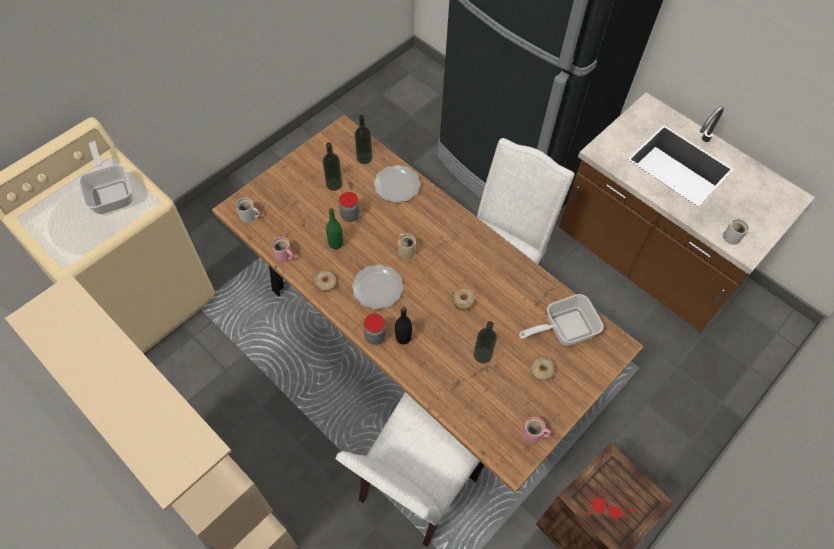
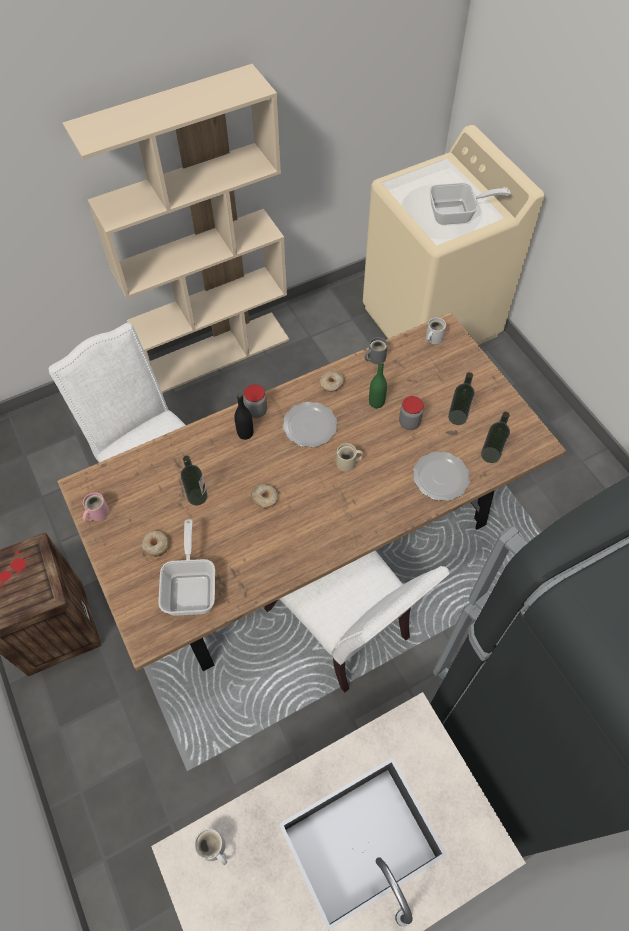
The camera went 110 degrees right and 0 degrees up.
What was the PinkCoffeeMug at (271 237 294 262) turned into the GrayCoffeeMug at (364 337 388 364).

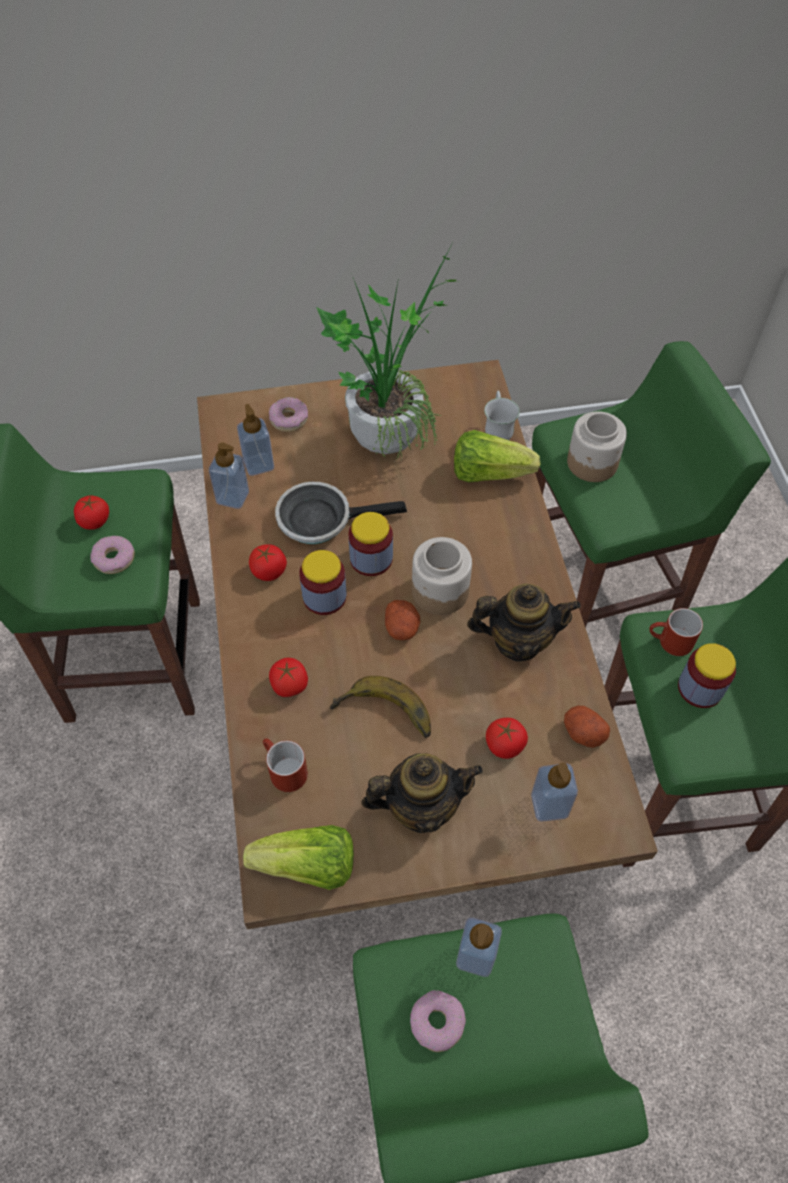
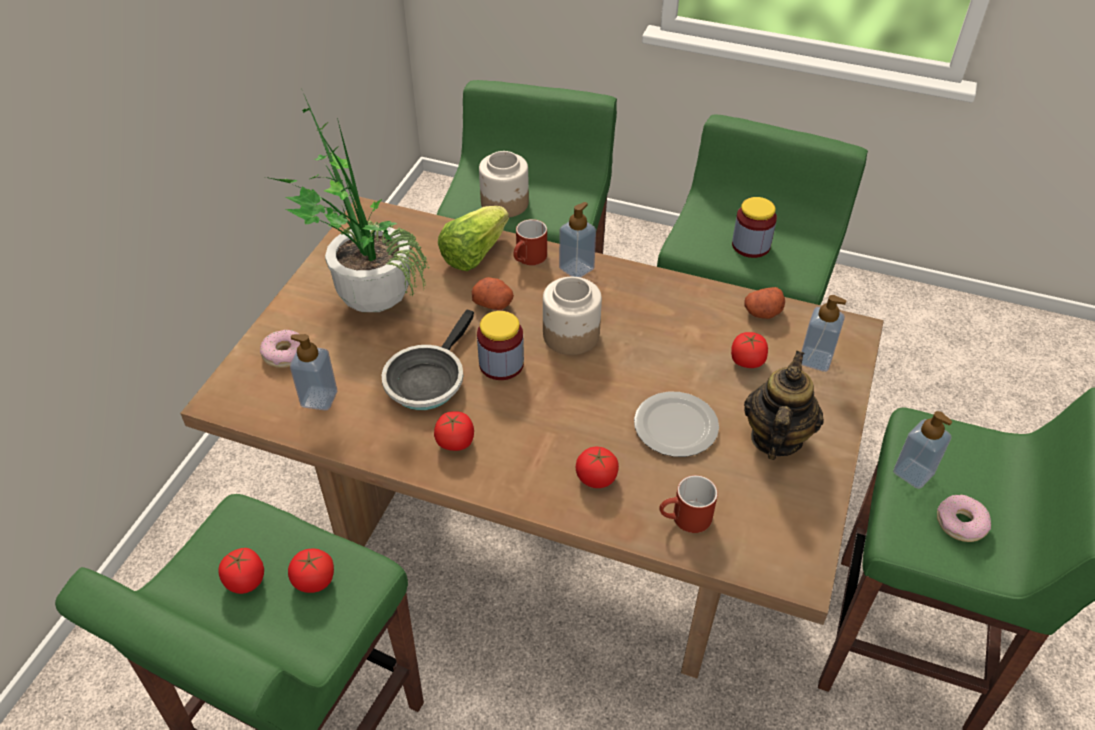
The camera went 60 degrees left and 10 degrees down.
Where the Donut stood at (90 535 135 574), the WholeTomato came to stand at (288 549 334 593).
The LiquidSoapBottle ended up elsewhere, having gone from (209 442 249 509) to (559 202 596 277).
The second view lost the LettuceHead at (243 825 354 890).
The second view lost the StorageJar at (299 550 346 615).
Where the BananaFruit stood at (330 676 431 738), the DinnerPlate came to stand at (634 392 719 457).
The WholePotato ended up elsewhere, having gone from (385 600 420 640) to (472 277 514 310).
The second view lost the Teapot at (467 584 581 661).
The second view lost the WhiteColouredCoffeeMug at (484 390 520 440).
The RedColouredCoffeeMug ended up elsewhere, having gone from (649 608 703 656) to (513 219 547 265).

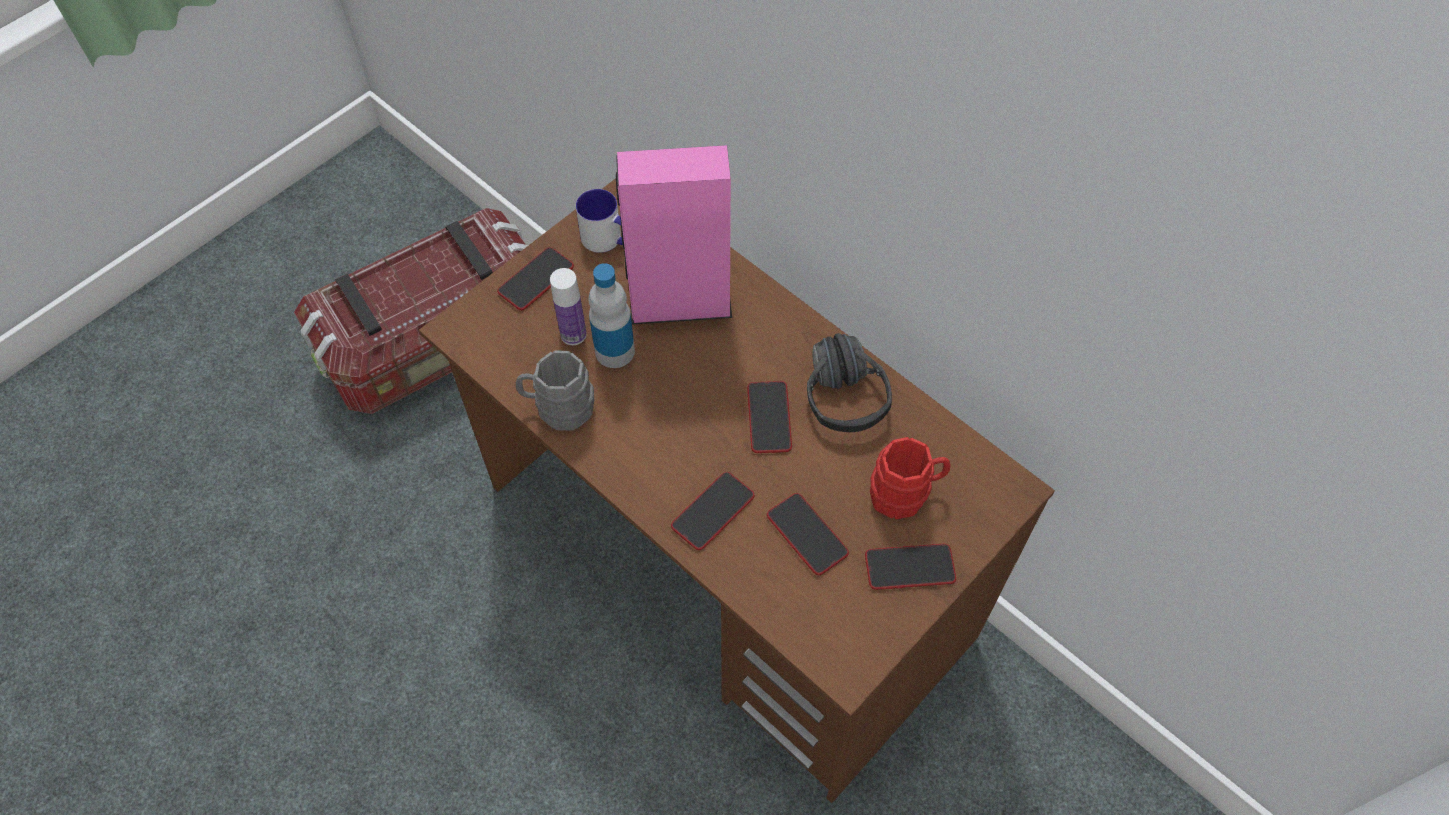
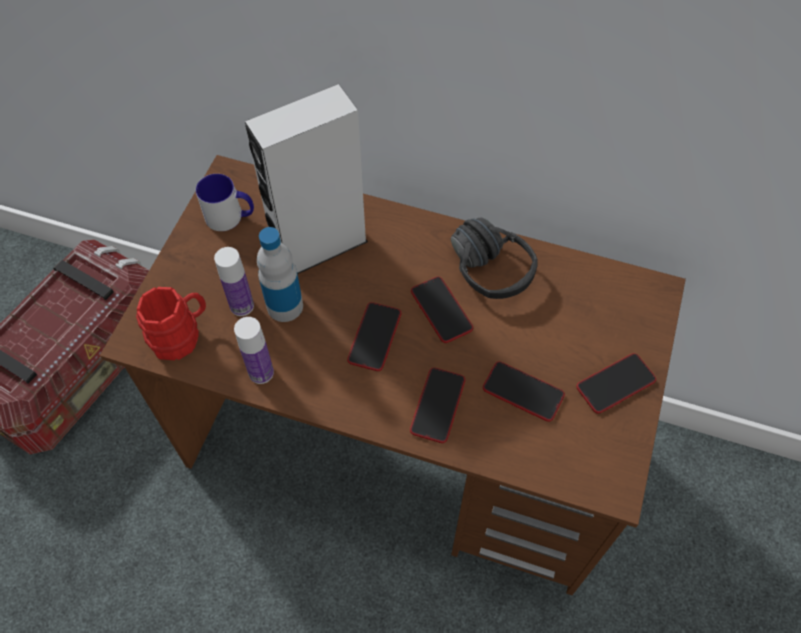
The camera went 25 degrees left and 0 degrees up.
The Handset ended up elsewhere, having gone from (497 247 574 311) to (347 302 401 371).
Where the GrayCoffeeMug stood at (516 350 594 431), the Bottle came to stand at (234 317 274 384).
What was the PinkAudioSpeaker at (616 145 732 325) turned into the GrayAudioSpeaker at (245 84 368 274).
The RedColouredCoffeeMug ended up elsewhere, having gone from (870 437 951 519) to (136 287 206 360).

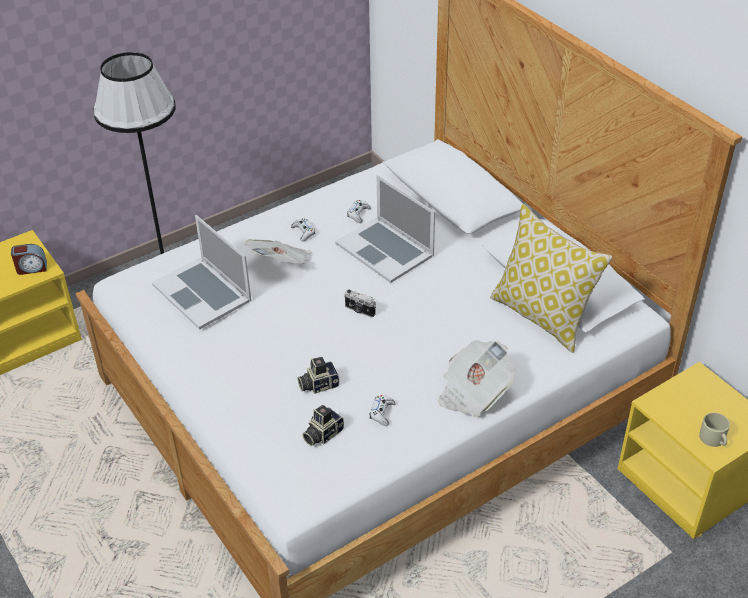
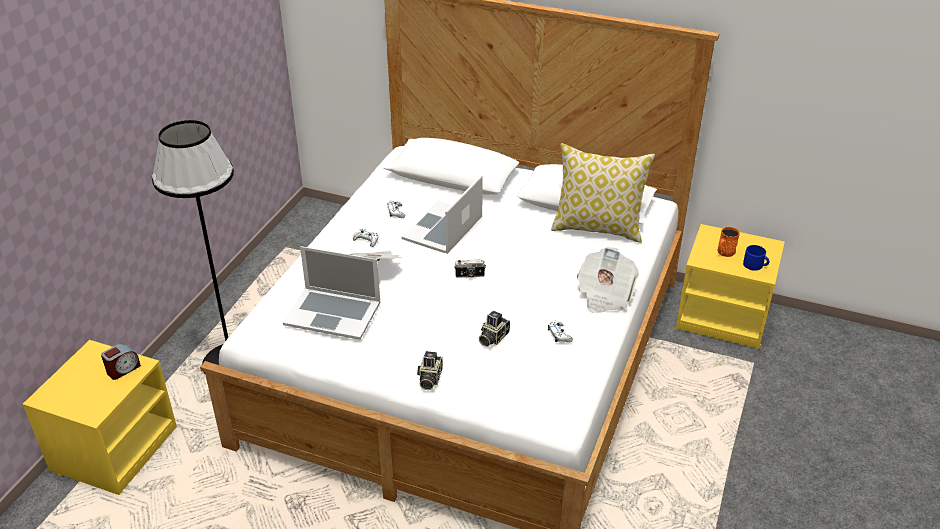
The camera went 35 degrees left and 5 degrees down.
The StillCamera ended up elsewhere, having gone from (303 405 344 446) to (417 351 443 390).
The Laptop at (335 175 435 283) ended up facing another way, 105 degrees clockwise from before.
What was the SandColouredCoffeeMug at (699 413 730 447) turned into the BlueCoffeeMug at (743 245 770 271).
The second view gained the OrangeCoffeeMug at (717 227 740 257).

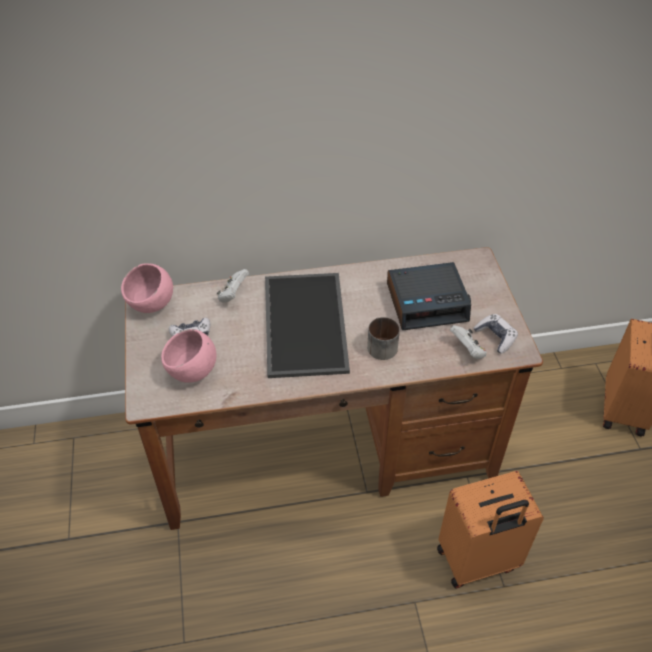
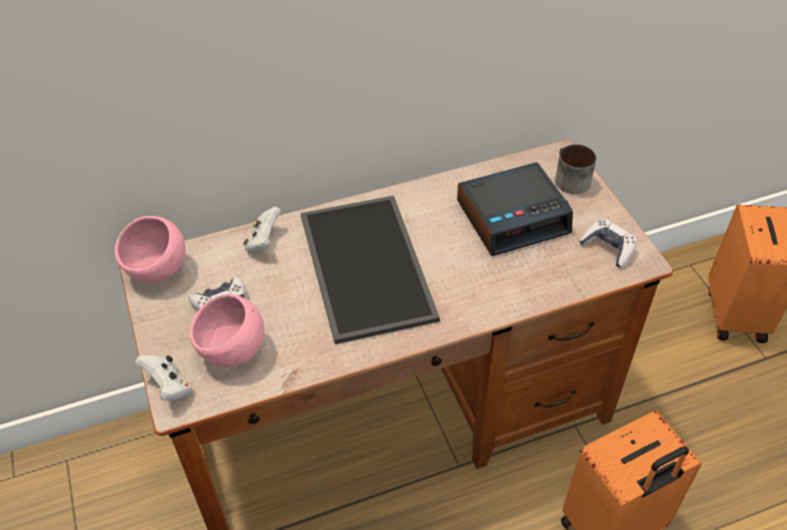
The camera went 10 degrees left and 0 degrees up.
The CoffeeMug ended up elsewhere, having gone from (367 317 400 360) to (555 144 596 194).
The WhiteColouredJoypad ended up elsewhere, having gone from (450 325 487 359) to (135 355 192 400).

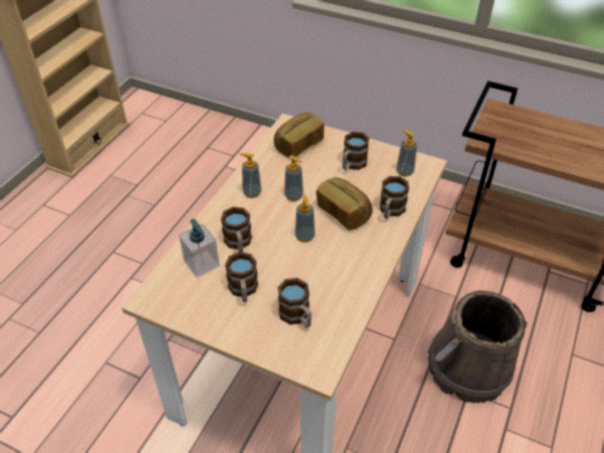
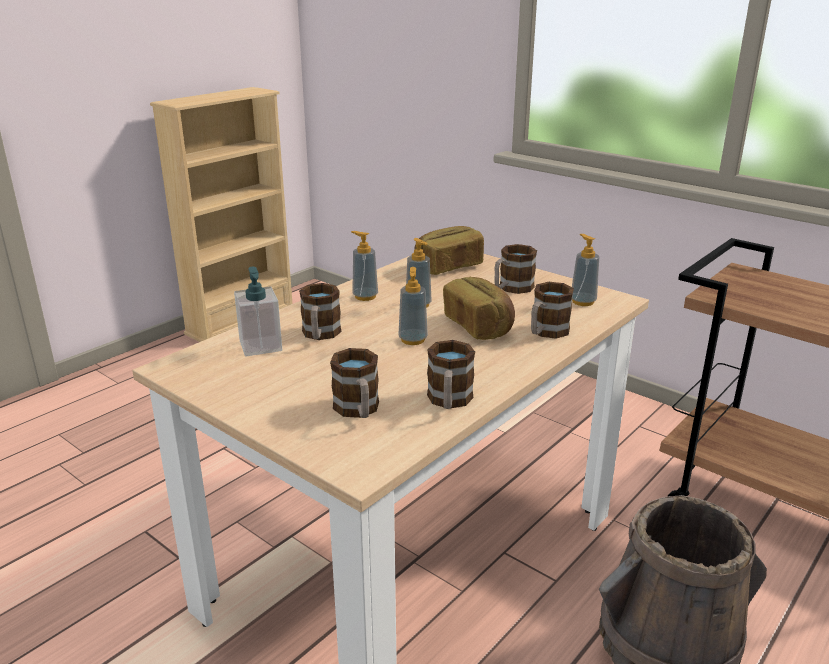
The camera went 15 degrees right and 20 degrees down.
The CoffeeMug ended up elsewhere, having gone from (225 252 258 302) to (427 340 475 409).

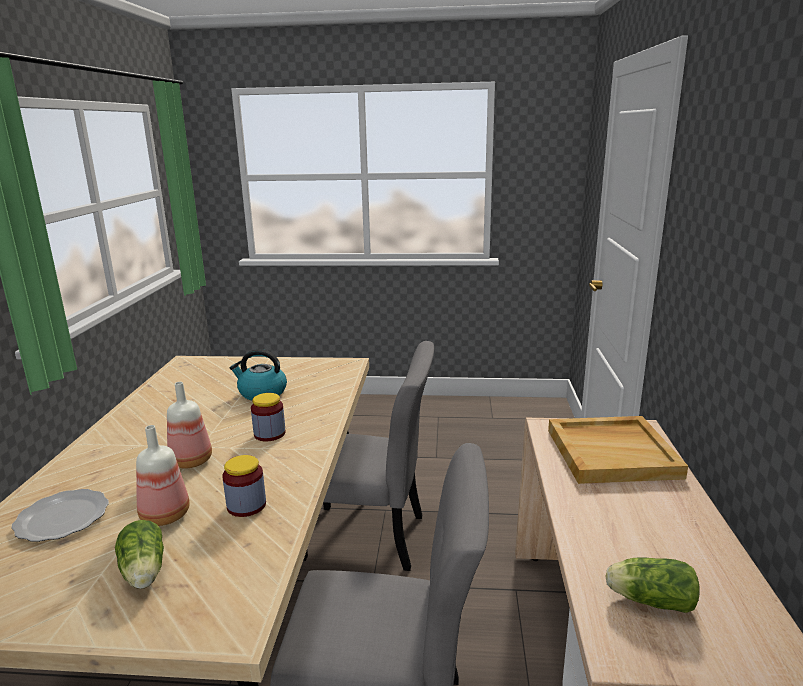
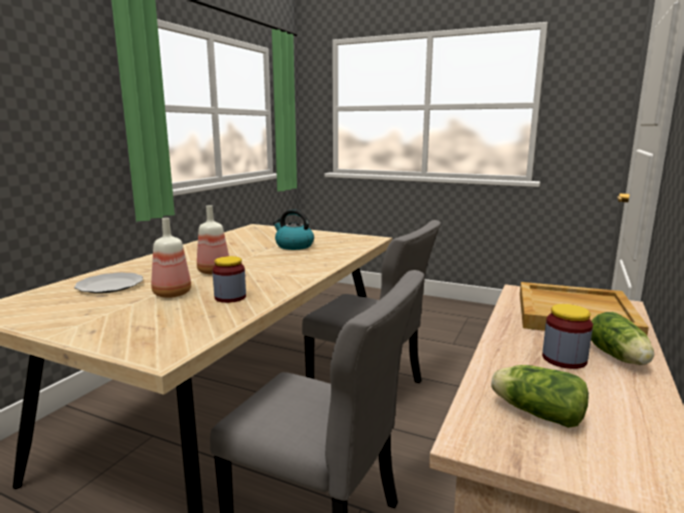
The camera went 20 degrees right and 5 degrees down.
The LettuceHead ended up elsewhere, having gone from (115 520 164 589) to (591 312 654 365).
The StorageJar ended up elsewhere, having gone from (251 393 286 441) to (542 304 593 369).

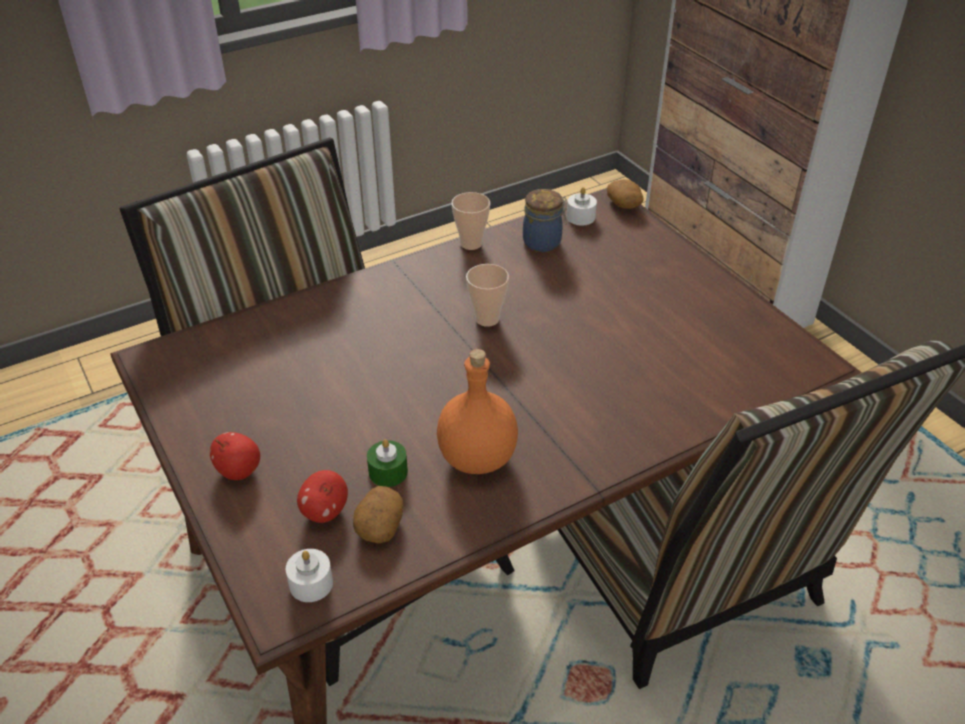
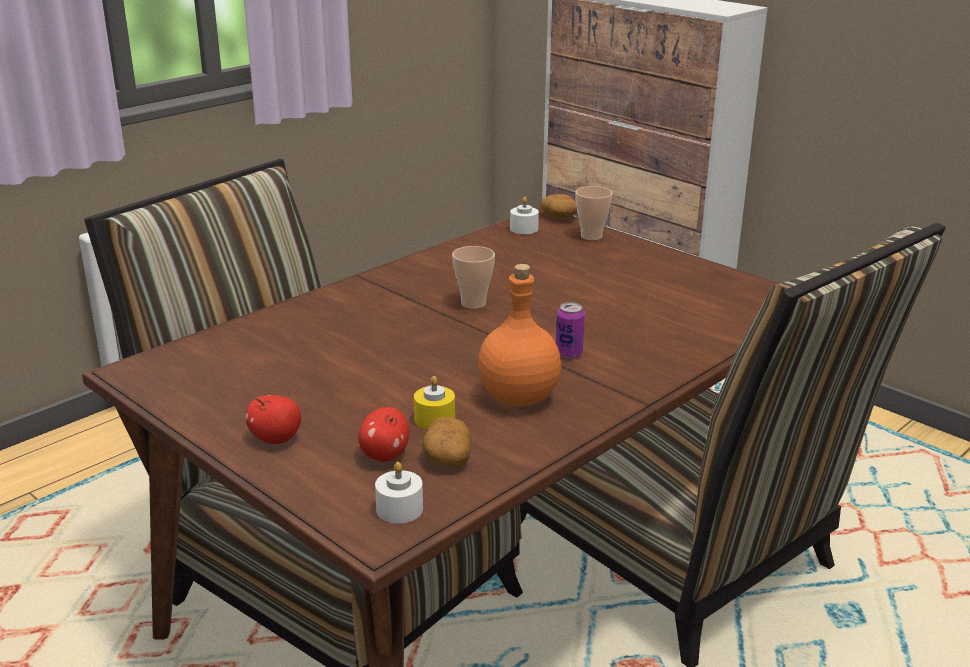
The camera went 15 degrees left and 15 degrees down.
What was the GreenColouredCandle at (367 439 408 487) turned into the YellowColouredCandle at (414 376 455 430).
The Cup ended up elsewhere, having gone from (451 192 490 250) to (575 186 612 241).
The second view lost the StorageJar at (523 189 567 252).
The second view gained the SealedCan at (556 302 585 359).

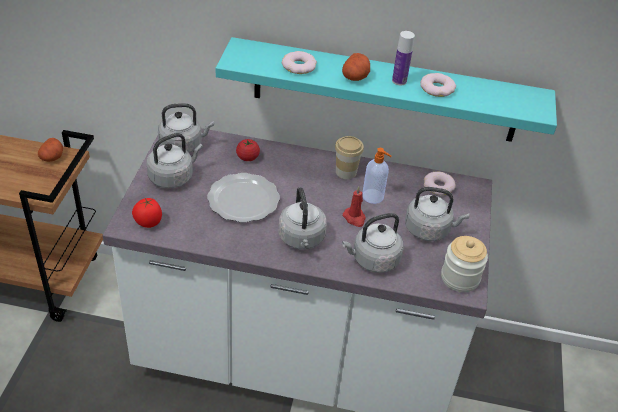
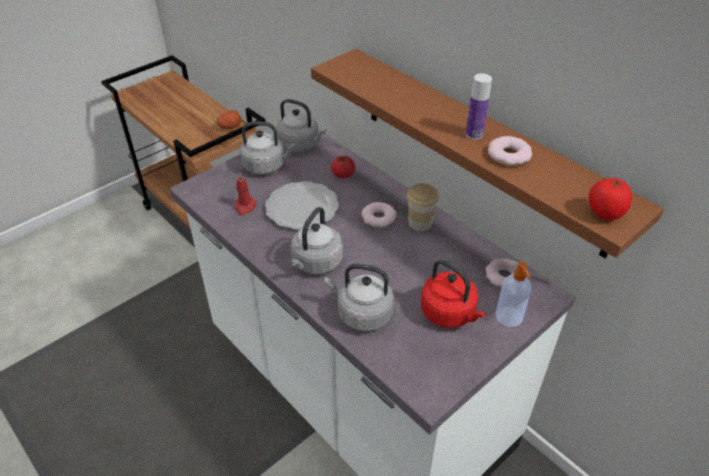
The camera went 40 degrees right and 0 degrees up.
The WholeTomato ended up elsewhere, having gone from (132 198 162 228) to (589 178 632 220).
What was the BlueGreenBracketShelf at (216 37 557 142) turned into the BrownColouredBracketShelf at (311 49 664 258).
The Donut ended up elsewhere, having gone from (282 51 317 74) to (362 202 397 228).
The second view lost the WholePotato at (342 53 370 81).
The RedColouredCandle ended up elsewhere, having gone from (343 186 366 227) to (234 172 257 216).
The LiquidSoapBottle ended up elsewhere, having gone from (362 148 392 204) to (495 262 531 327).
What was the GrayKettle at (405 187 469 241) turned into the RedColouredKettle at (421 259 486 328).
The second view lost the StorageJar at (441 236 488 292).

